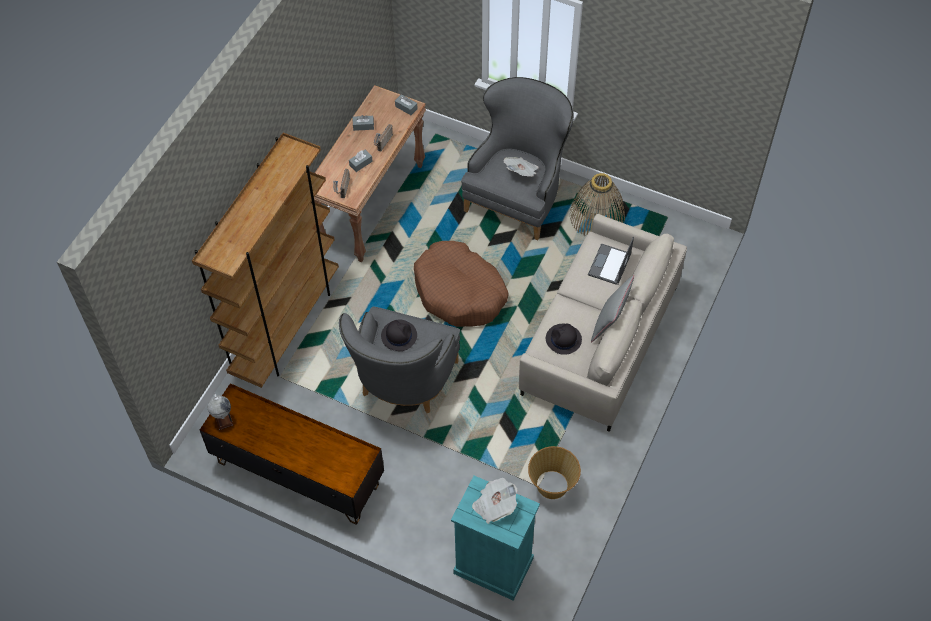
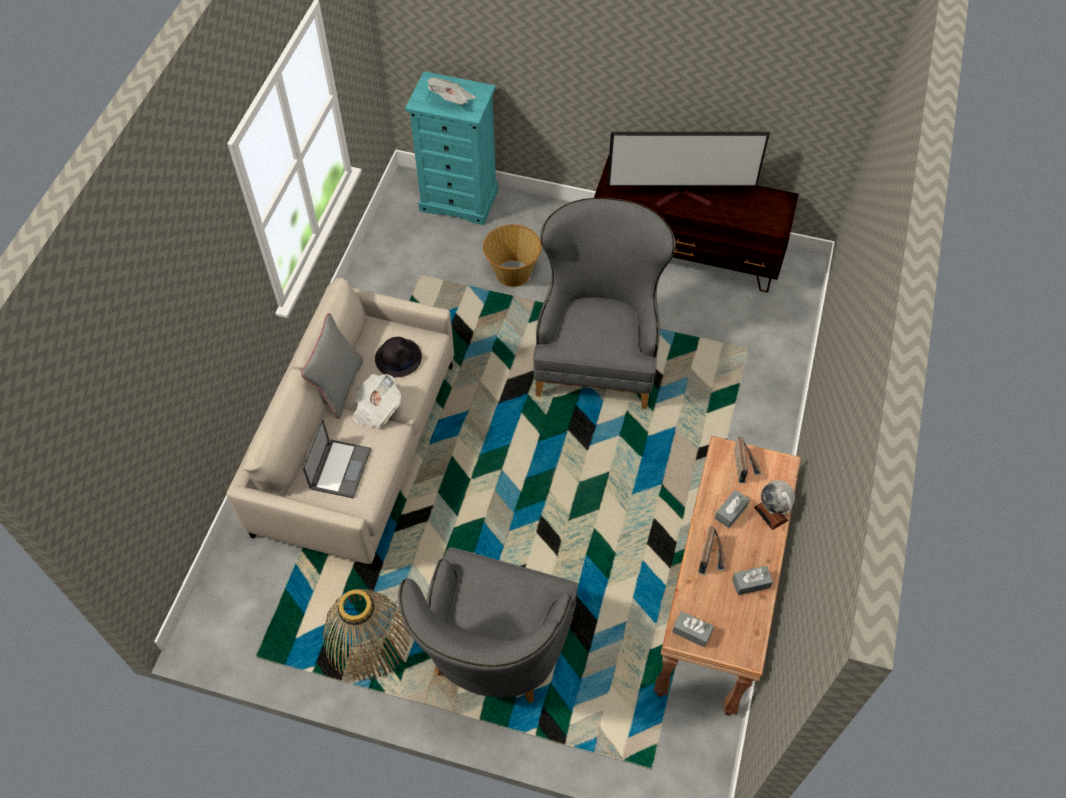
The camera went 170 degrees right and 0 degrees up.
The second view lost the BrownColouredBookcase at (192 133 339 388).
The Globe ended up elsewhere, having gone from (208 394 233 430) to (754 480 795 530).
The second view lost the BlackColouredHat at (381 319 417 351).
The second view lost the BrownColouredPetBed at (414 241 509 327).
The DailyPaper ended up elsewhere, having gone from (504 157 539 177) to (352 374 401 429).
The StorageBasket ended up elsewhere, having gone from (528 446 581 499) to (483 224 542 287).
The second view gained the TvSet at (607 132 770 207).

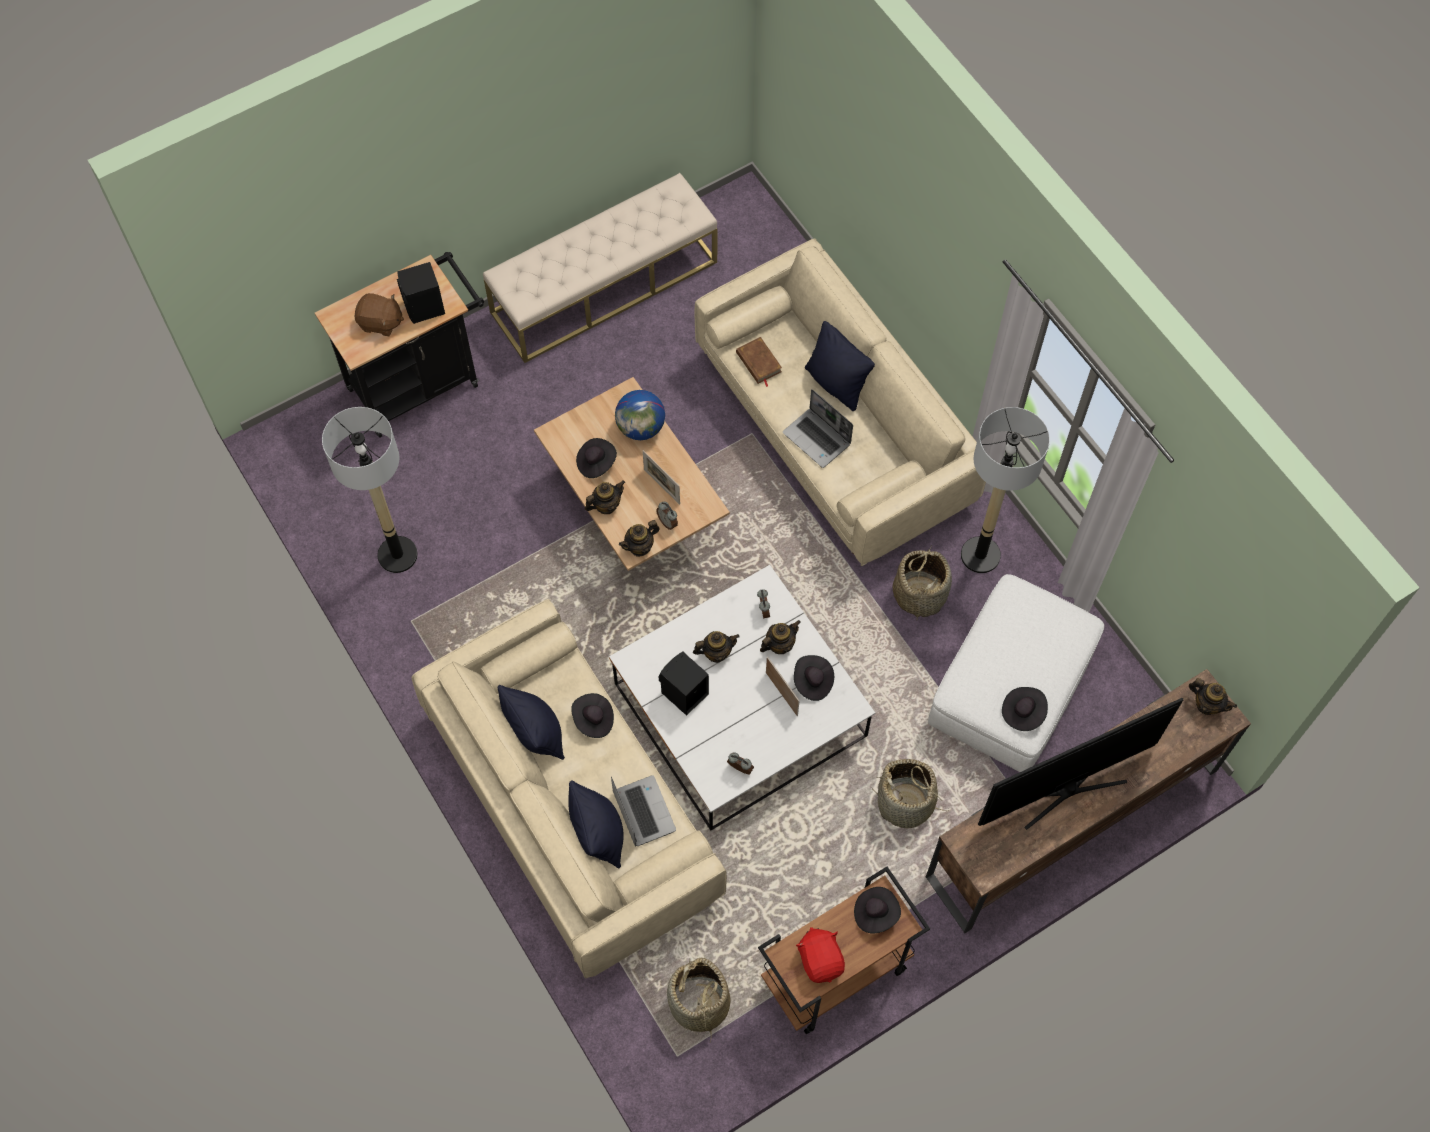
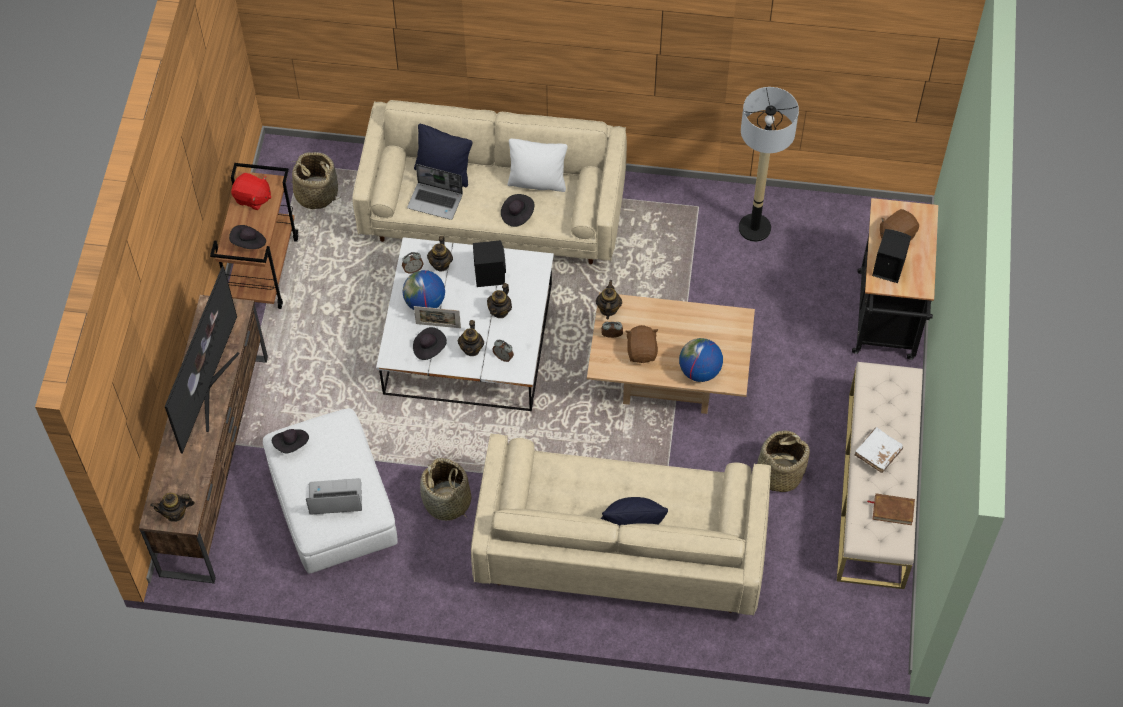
The camera went 130 degrees right and 5 degrees down.
What was the BlackColouredPillow at (498 685 565 760) turned into the WhiteColouredPillow at (508 139 568 192).
The second view lost the BlackColouredHat at (576 438 617 478).
The Teapot ended up elsewhere, having gone from (585 480 625 514) to (427 236 453 271).
Where the StandingFrame stood at (643 450 680 505), the BrownColouredCuddlyToy came to stand at (625 325 658 363).
The BrownColouredVolume ended up elsewhere, having gone from (736 337 782 387) to (867 494 915 525).
The Laptop ended up elsewhere, having gone from (783 389 853 468) to (306 478 362 515).
The StorageBasket ended up elsewhere, having gone from (872 759 946 829) to (757 430 810 492).
The second view lost the StandingLamp at (961 407 1050 573).
The second view gained the Globe at (403 270 445 310).
The second view gained the WhiteColouredVolume at (855 427 903 473).

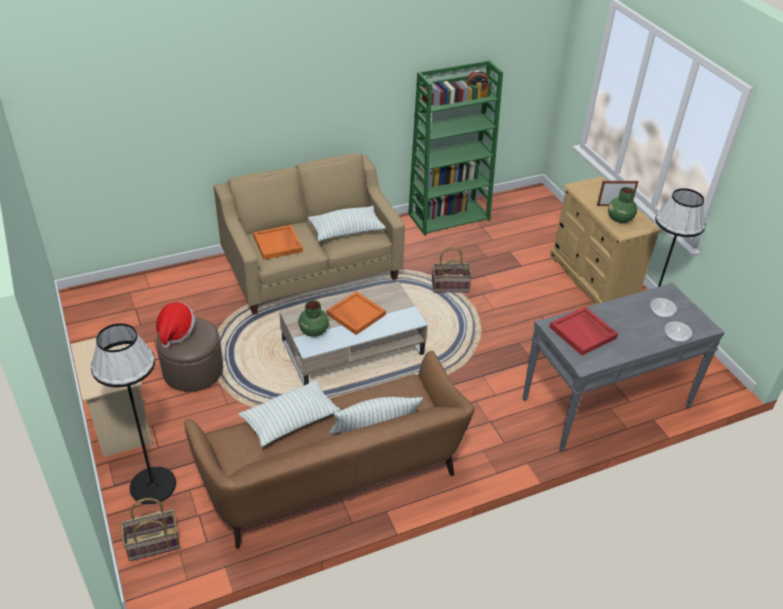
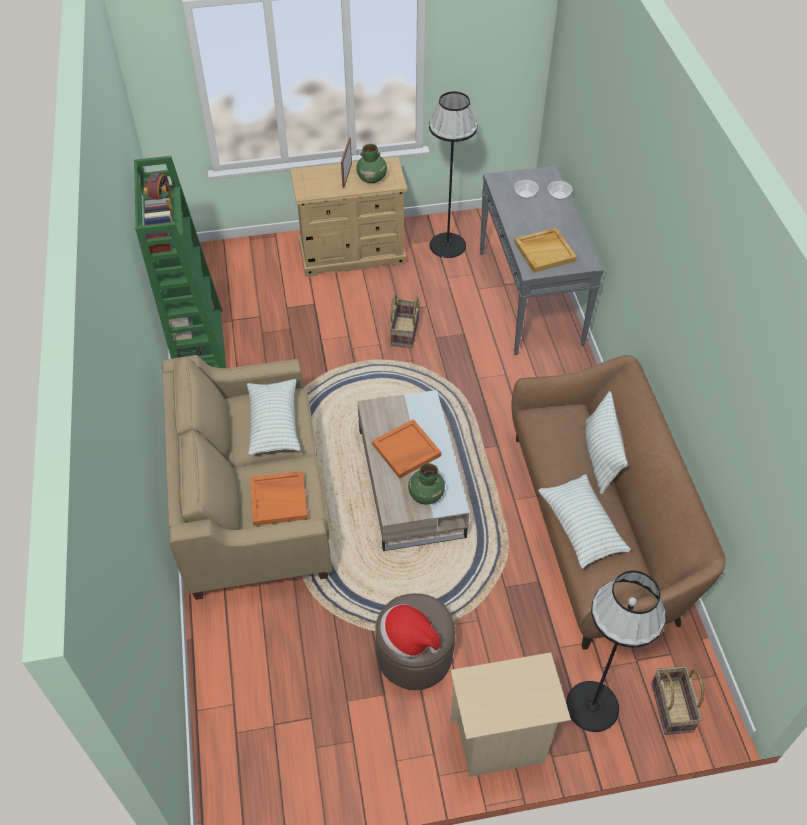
The camera went 75 degrees left and 10 degrees up.
The StorageBasket ended up elsewhere, having gone from (432 247 472 293) to (390 294 420 348).
What was the RedColouredCarryingTray at (550 307 618 356) turned into the SandColouredCarryingTray at (514 228 577 273).

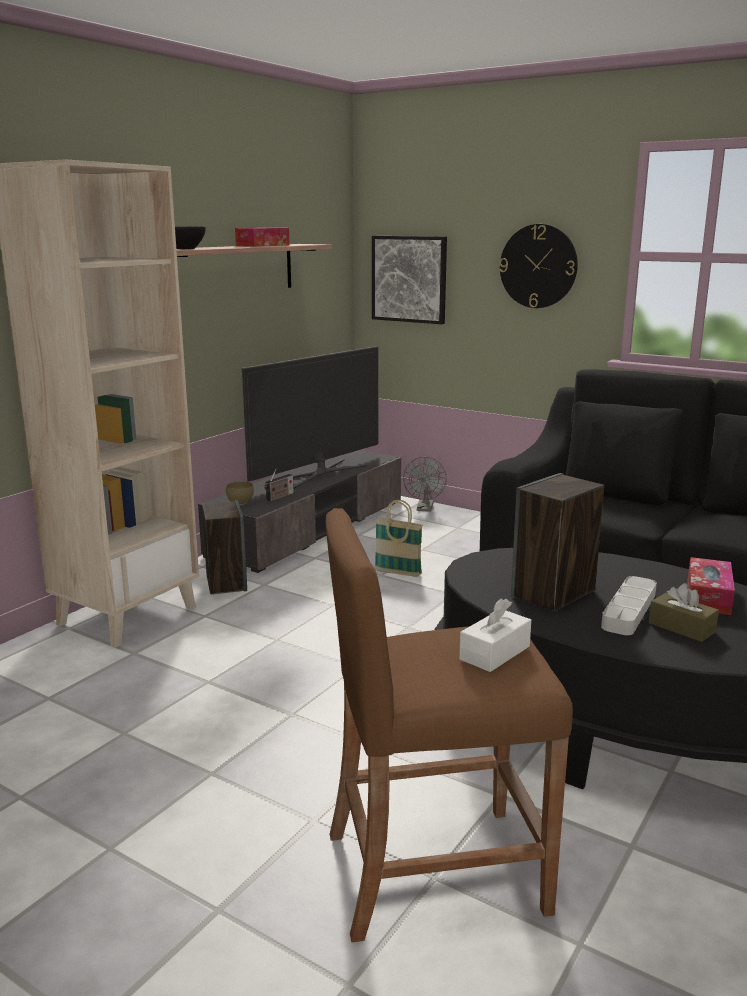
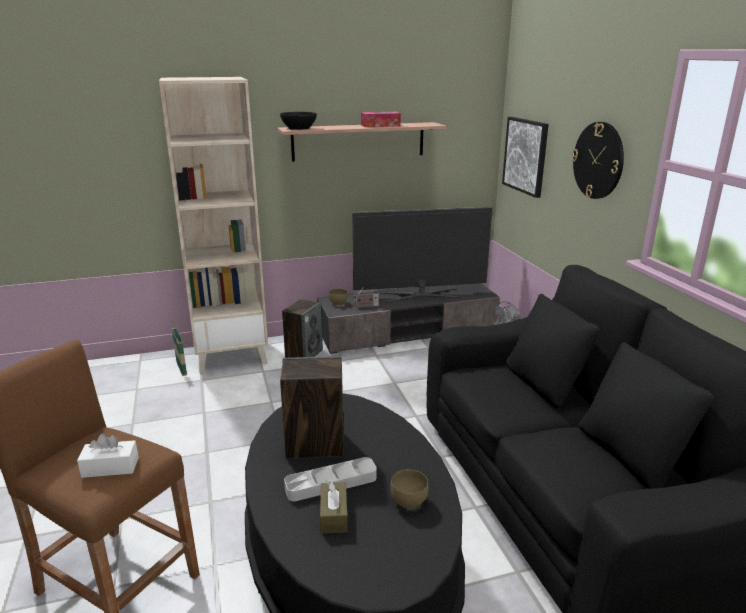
The camera went 40 degrees right and 5 degrees up.
The StorageBasket ended up elsewhere, having gone from (374 500 423 577) to (172 318 187 376).
Where the BoxOfTissues stood at (688 557 735 615), the BrownColouredServingBowl came to stand at (390 469 429 509).

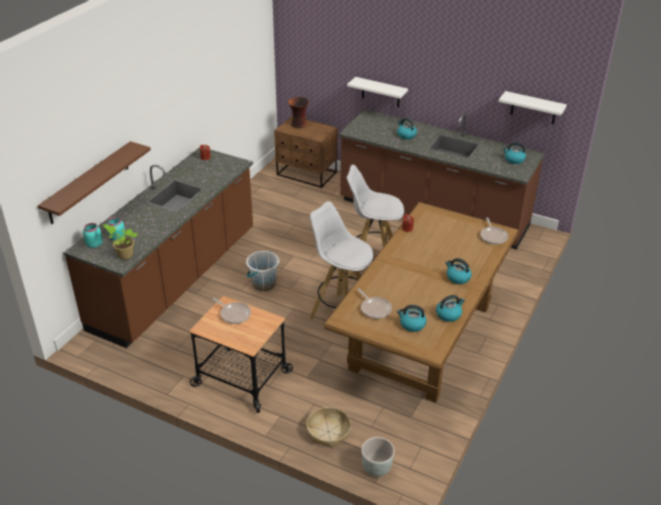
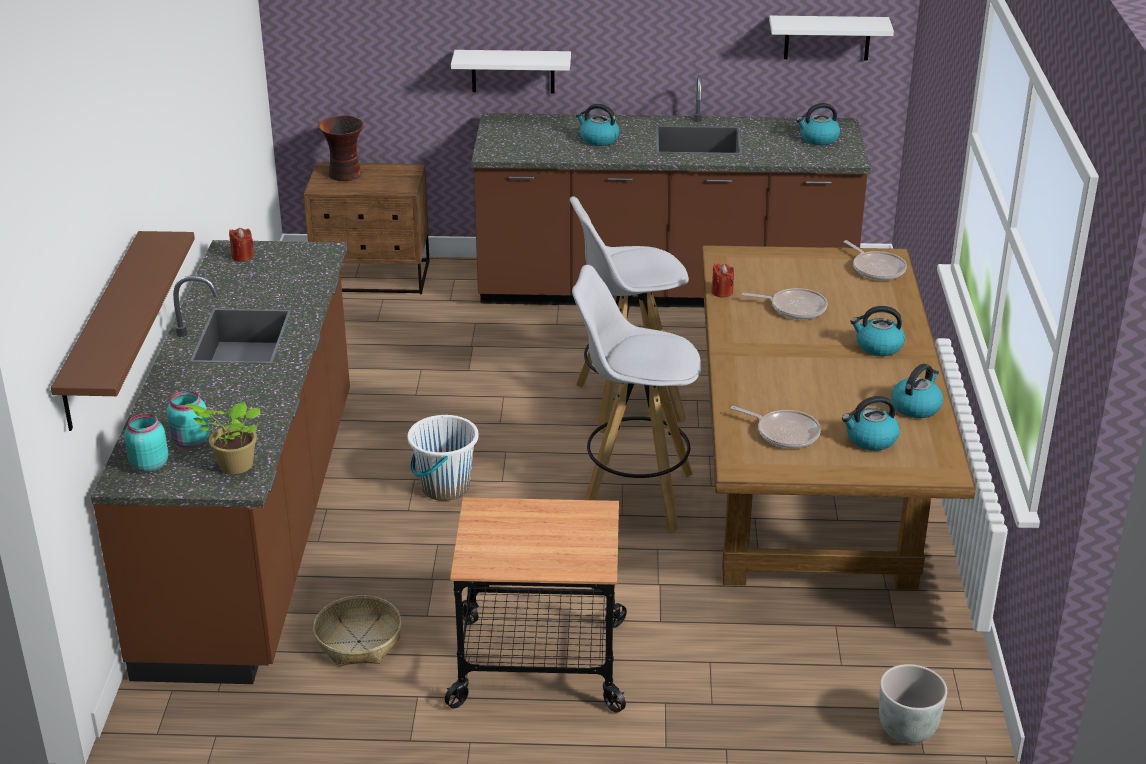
The camera went 25 degrees left and 5 degrees down.
The FryingPan ended up elsewhere, having gone from (213 298 251 324) to (742 288 827 319).
The StorageBasket ended up elsewhere, having gone from (306 407 351 448) to (313 595 402 667).

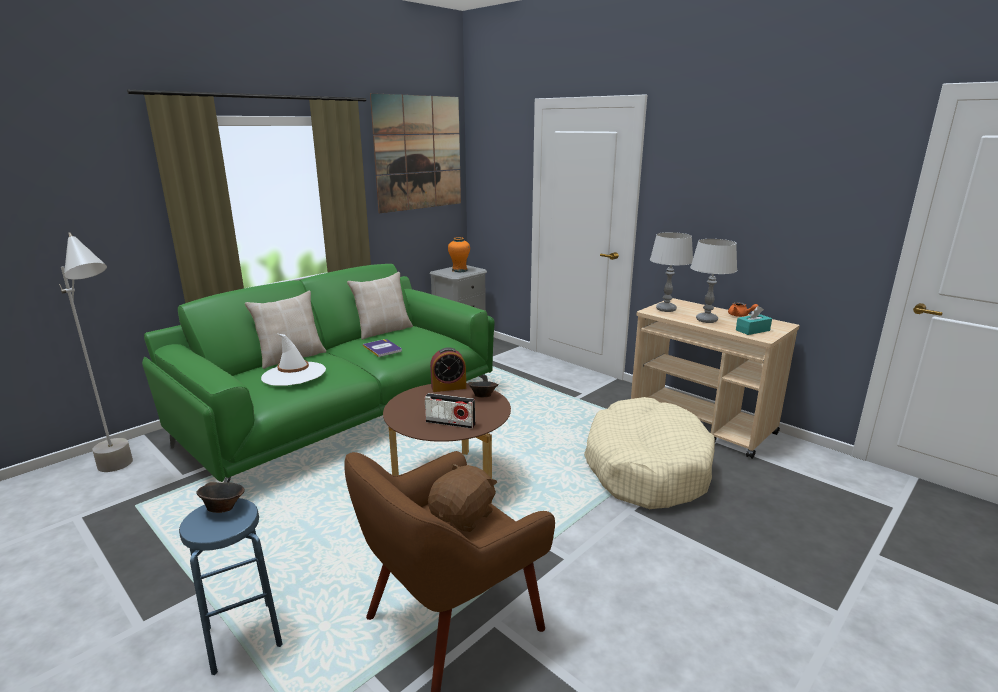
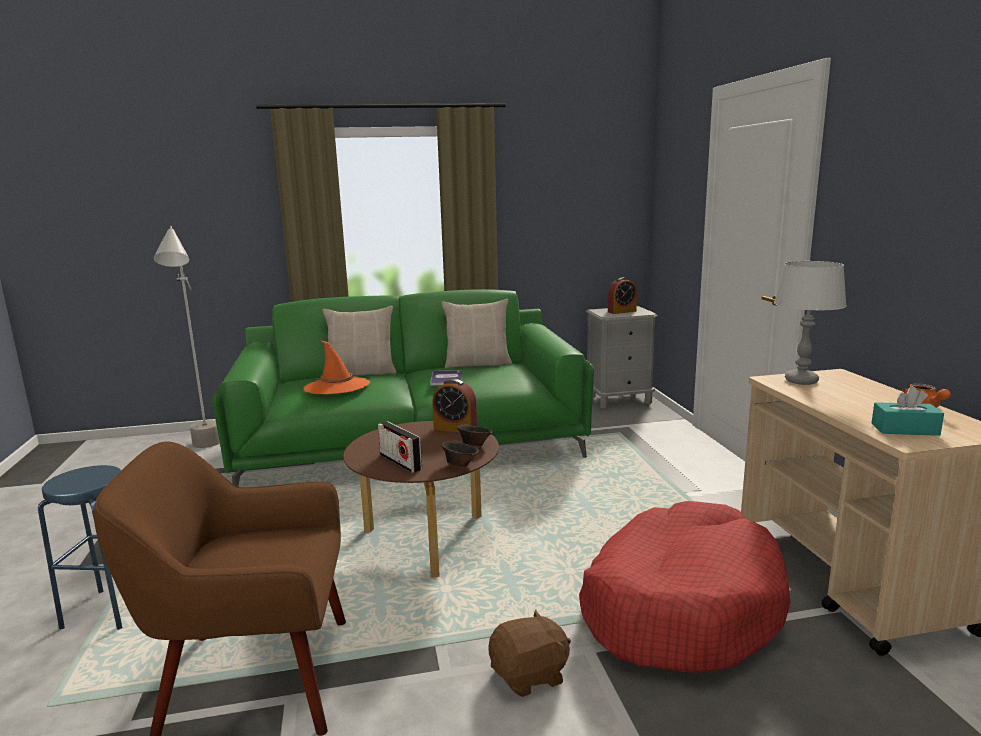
The camera went 35 degrees right and 5 degrees down.
The BrownColouredServingBowl ended up elsewhere, having gone from (196 482 245 513) to (441 441 479 467).
What was the WhiteColouredHat at (261 334 326 386) turned into the OrangeHat at (304 340 370 395).
The second view lost the WallPicture at (370 93 461 213).
The BrownColouredCuddlyToy ended up elsewhere, having gone from (428 464 497 532) to (488 609 571 697).
Where the OrangeFlowerVase stood at (448 237 470 272), the AlarmClock came to stand at (608 277 637 314).
What was the SandColouredPetBed at (584 397 715 509) turned into the RedColouredPetBed at (579 501 790 673).
The second view lost the GrayLampForATable at (690 239 737 323).

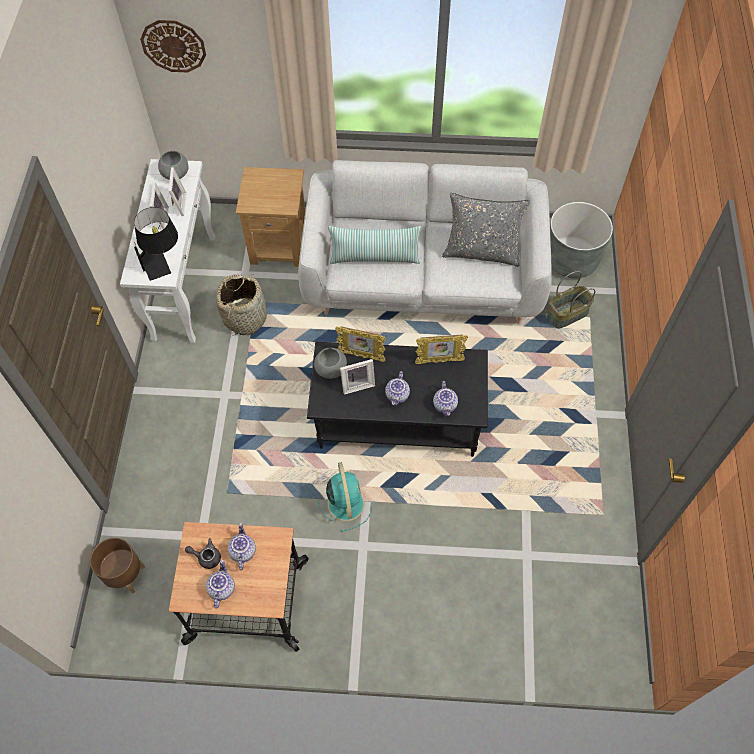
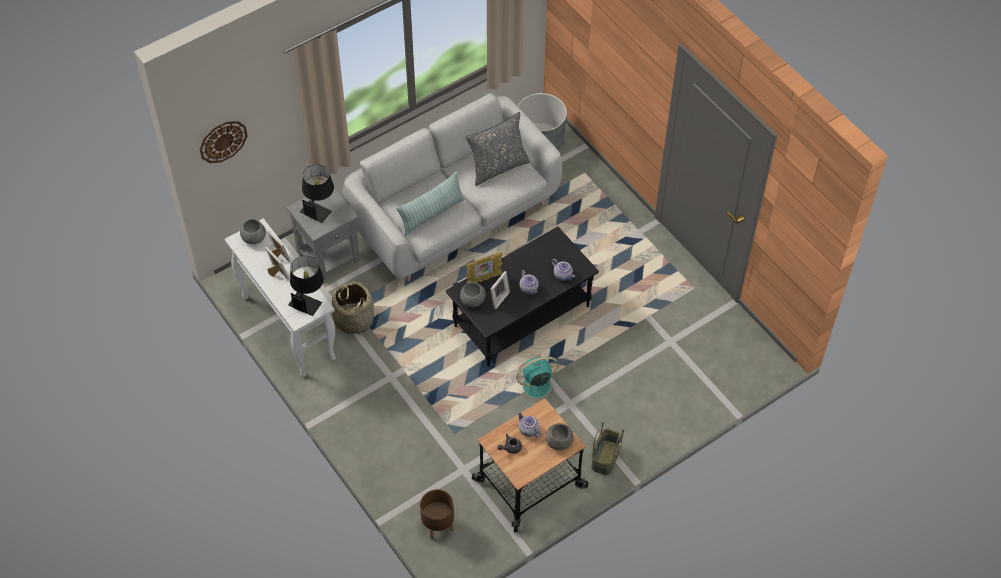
The camera went 40 degrees left and 5 degrees down.
The second view lost the Teapot at (206 560 235 609).
What was the BrownColouredSideTable at (236 167 305 267) turned into the GraySideTable at (286 187 360 280).
The BlueGreenFan at (318 462 373 532) ended up facing another way, 60 degrees counterclockwise from before.
The second view lost the StandingFrame at (415 334 468 364).
The StorageBasket ended up elsewhere, having gone from (547 271 595 328) to (591 422 624 475).
The second view gained the BlackColouredLampForATable at (300 165 334 223).
The second view gained the GrayServingBowl at (545 423 574 450).

